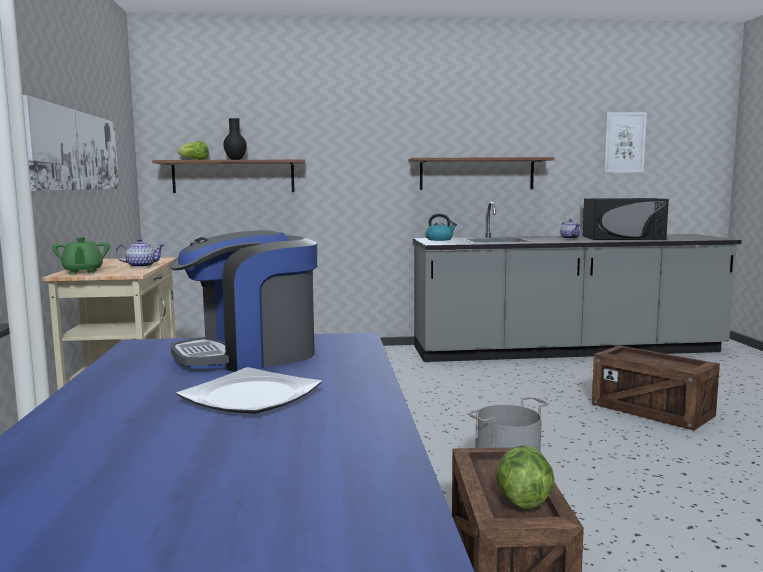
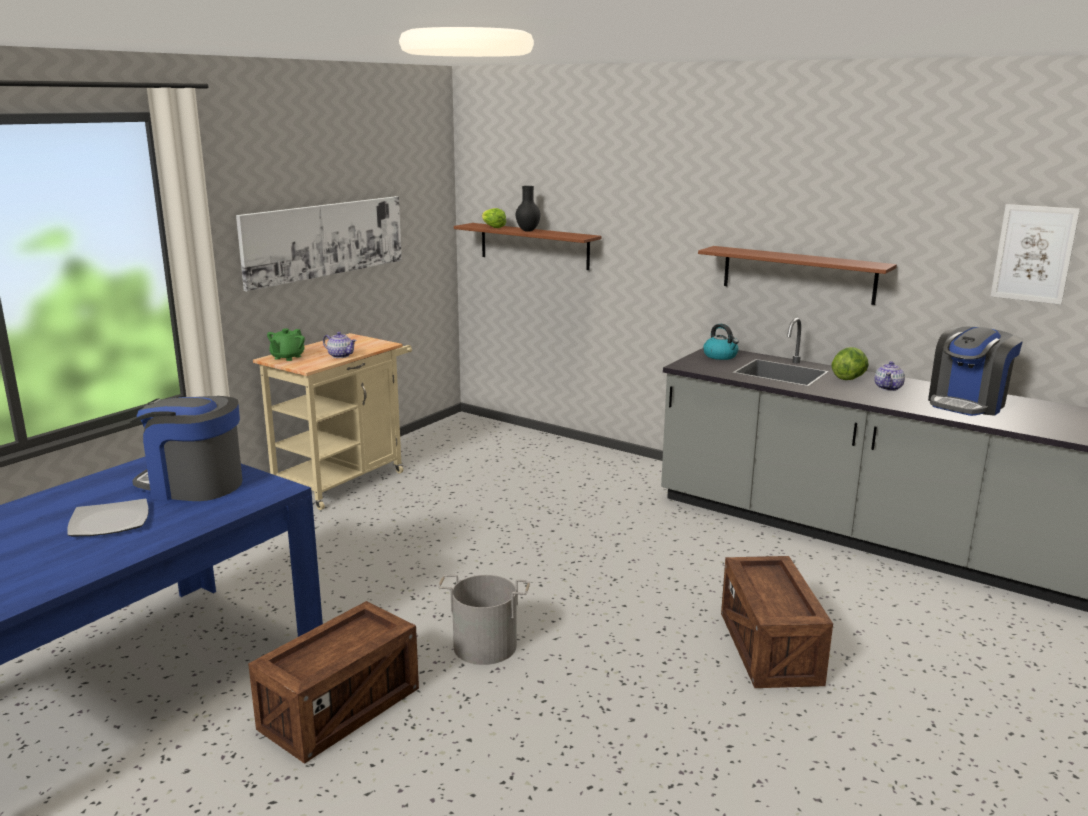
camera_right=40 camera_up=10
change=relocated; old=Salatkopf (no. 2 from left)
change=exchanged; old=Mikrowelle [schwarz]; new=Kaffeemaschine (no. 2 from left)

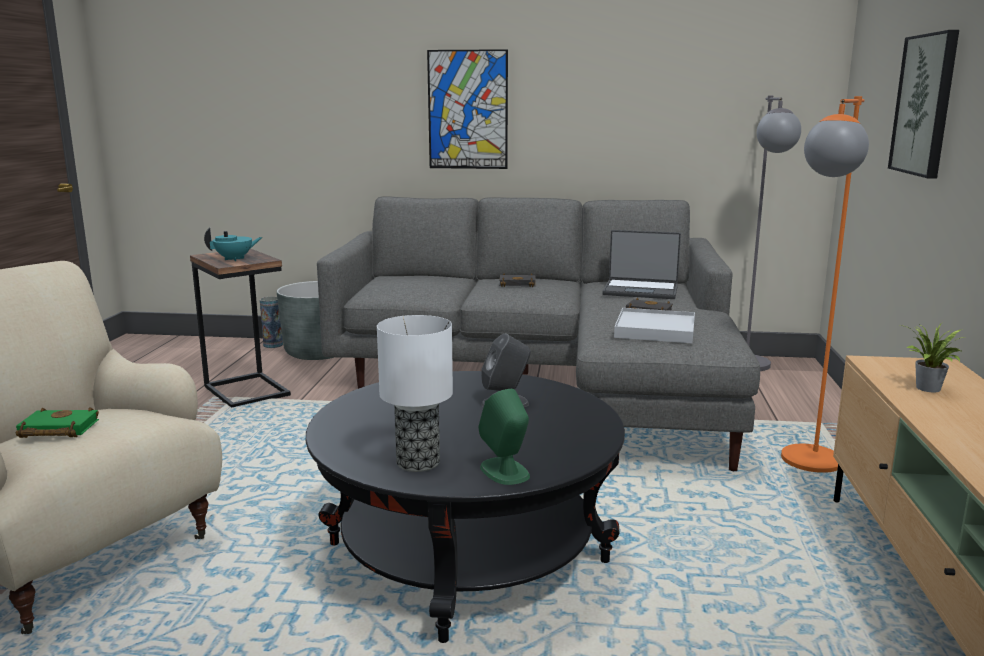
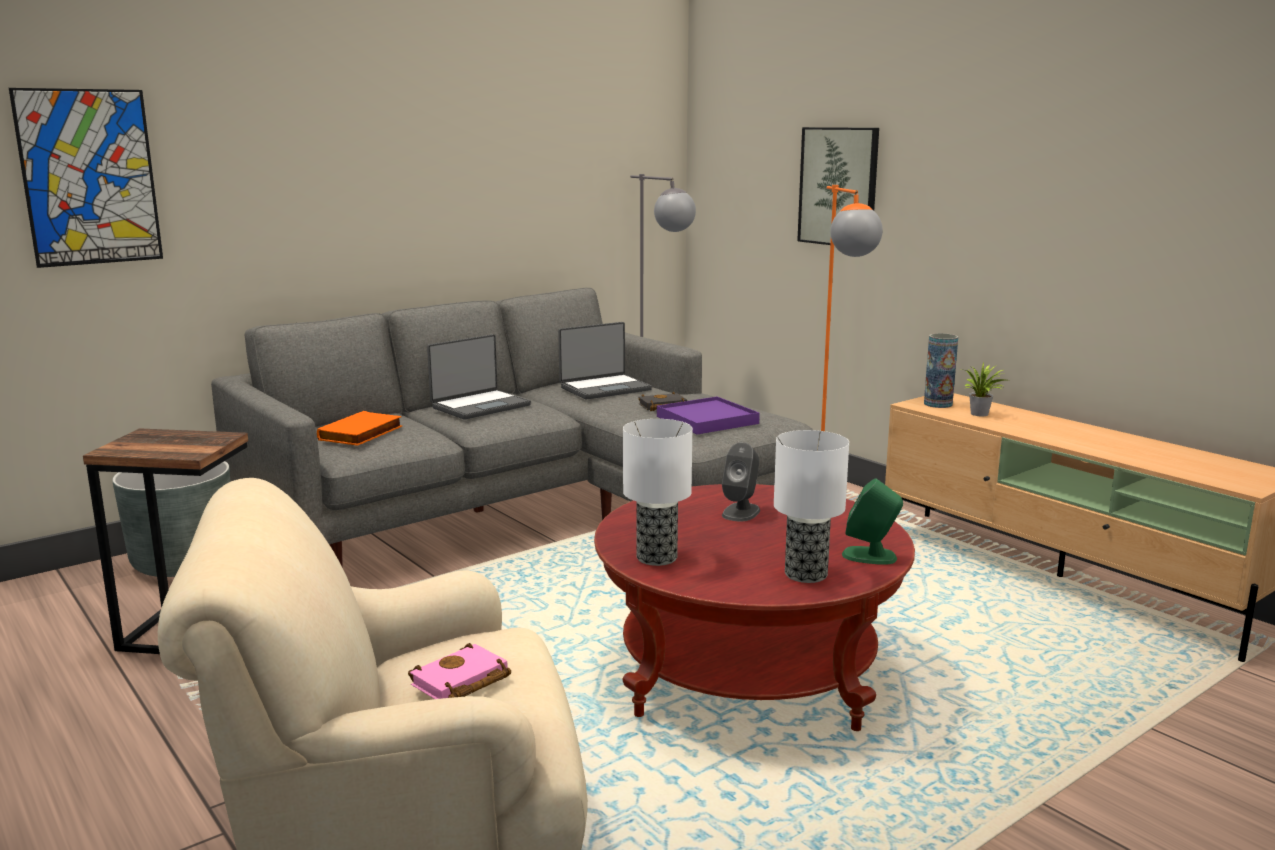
camera_right=-45 camera_up=0
change=colour; old=Buch [grün]; new=Buch [rosa]
change=missing; old=Teekanne [türkis]
change=relocated; old=Vase
change=colour; old=Couchtisch [schwarz]; new=Couchtisch [rot]
change=relocated; old=Bild (no. 1 from left)
change=exchanged; old=Buch [schwarz] (no. 1 from left); new=Laptop (no. 1 from left)
change=colour; old=Tablett [weiß]; new=Tablett [lila]
change=appeared; new=Buch [orange]
change=appeared; new=Tischlampe (no. 1 from left)

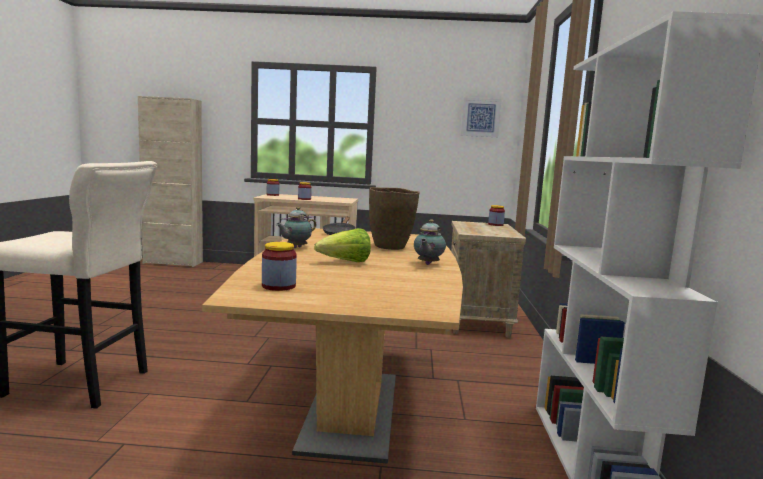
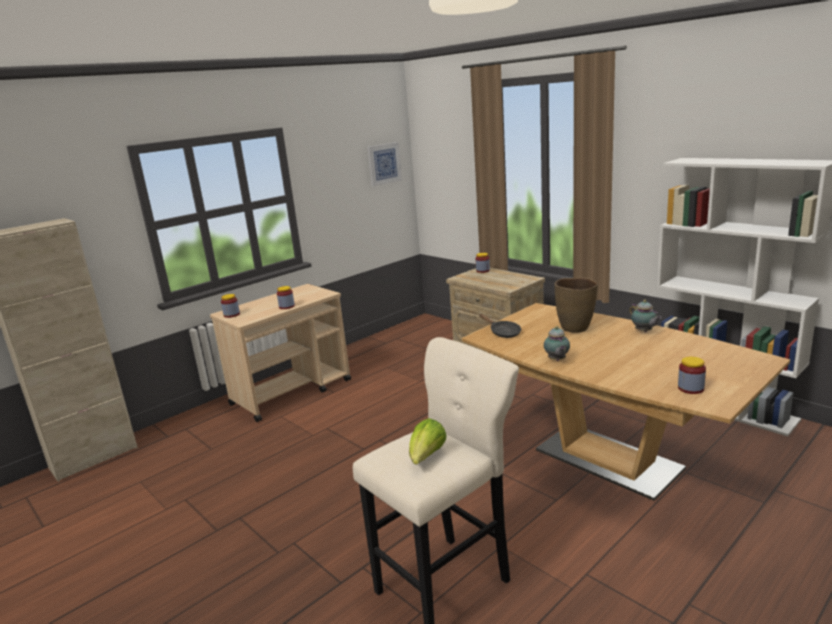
camera_right=-45 camera_up=10
change=relocated; old=Salatkopf

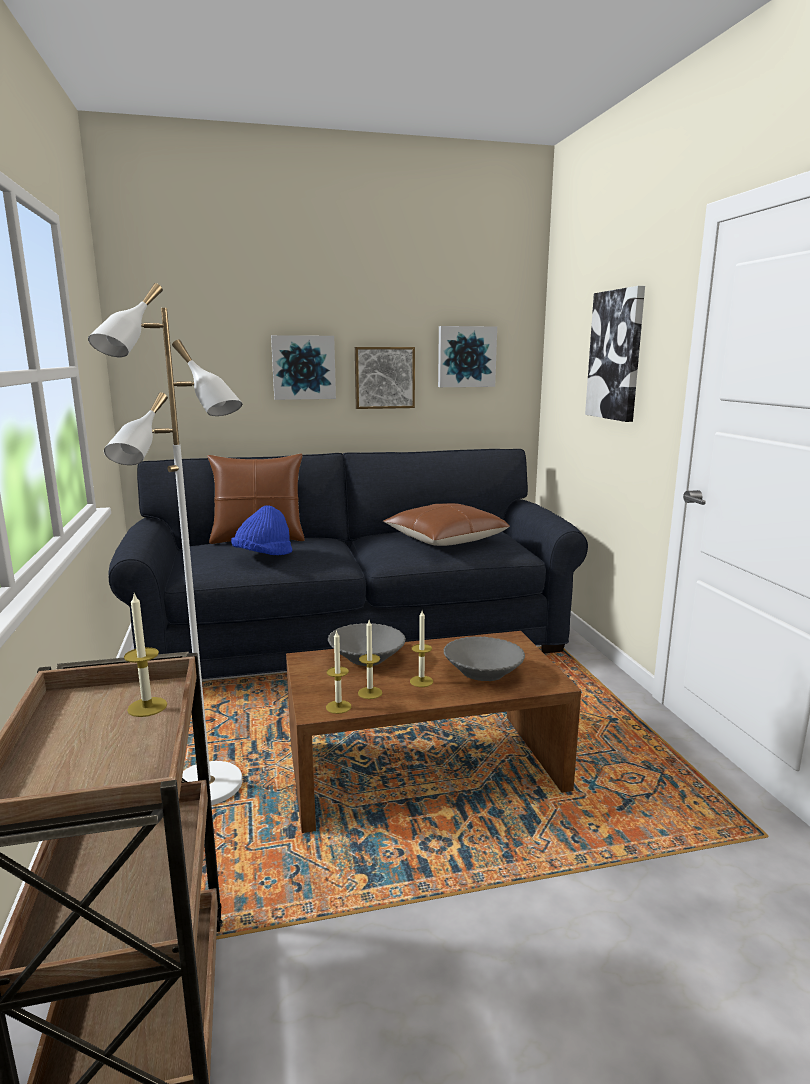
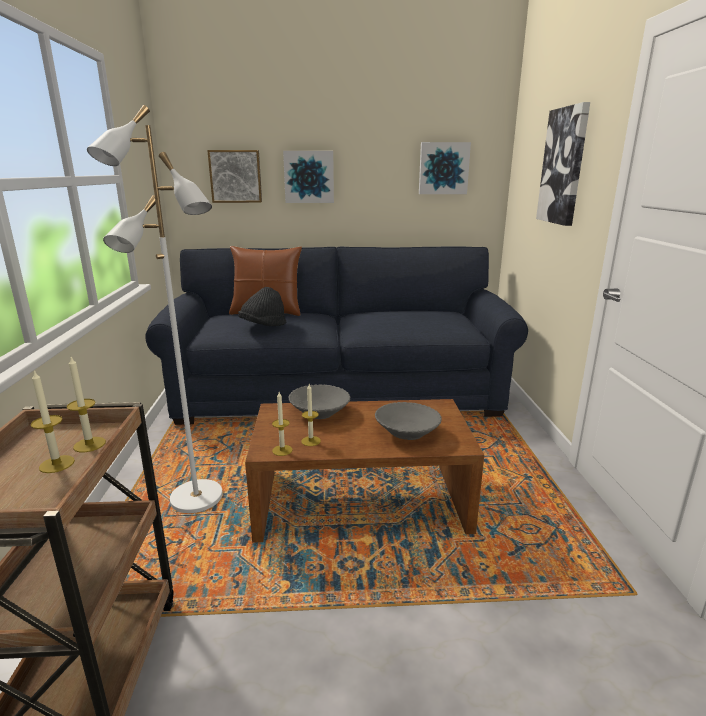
camera_right=10 camera_up=5
change=colour; old=Hut [blau]; new=Hut [schwarz]
change=relocated; old=Bild (no. 2 from left in the first image); new=Bild (no. 1 from left)
change=missing; old=Kissen [braun] (no. 2 from left)
change=relocated; old=Kerze (no. 4 from left in the first image); new=Kerze (no. 1 from left)

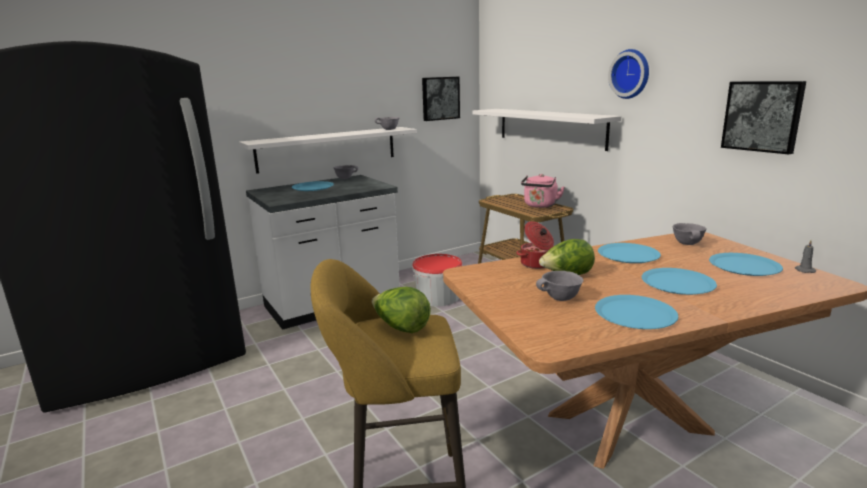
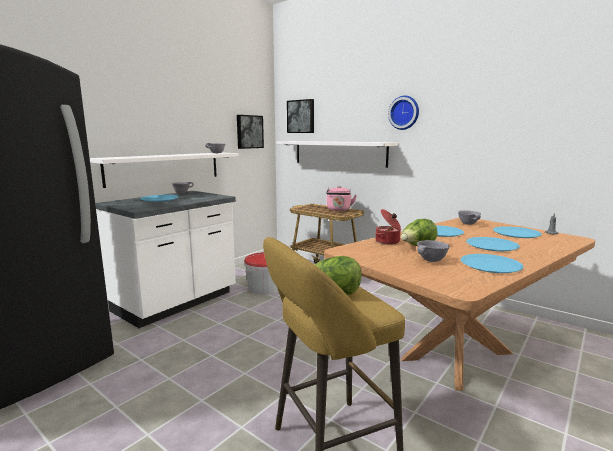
camera_right=-20 camera_up=-5
change=relocated; old=Bild (no. 2 from left)

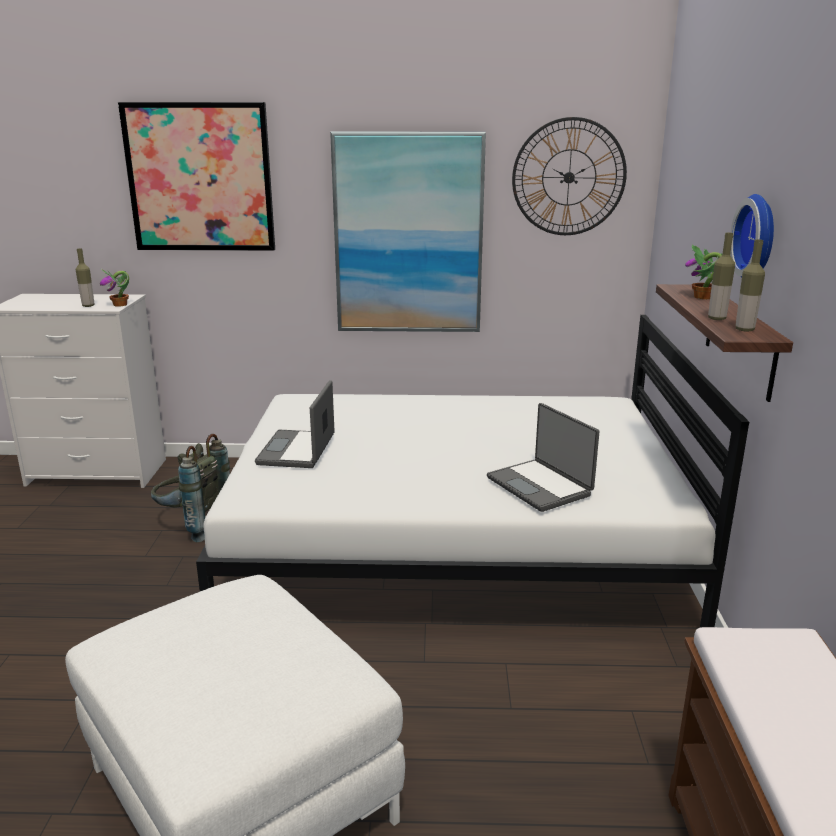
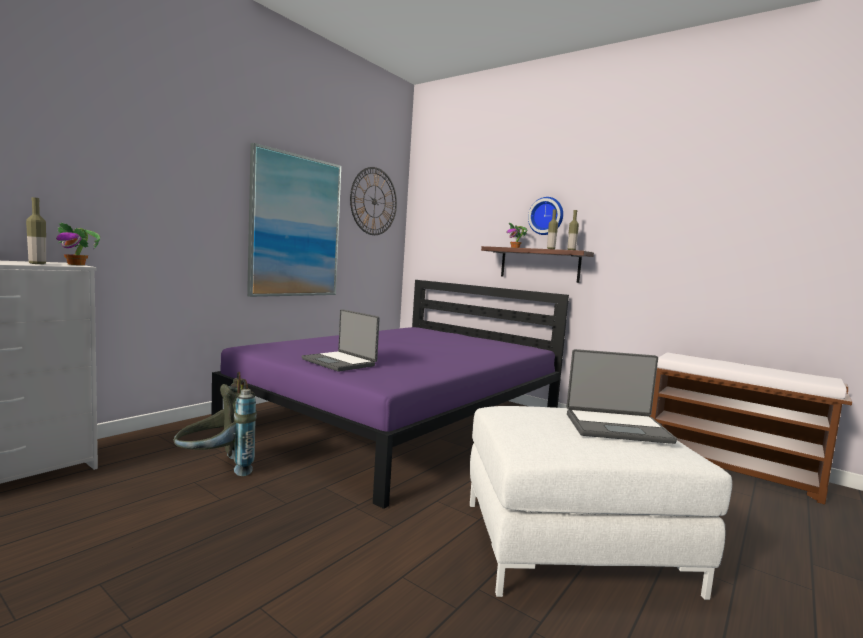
camera_right=-55 camera_up=-15
change=missing; old=Bild (no. 1 from left)
change=colour; old=Bett [weiß]; new=Bett [lila]
change=relocated; old=Laptop (no. 2 from left)

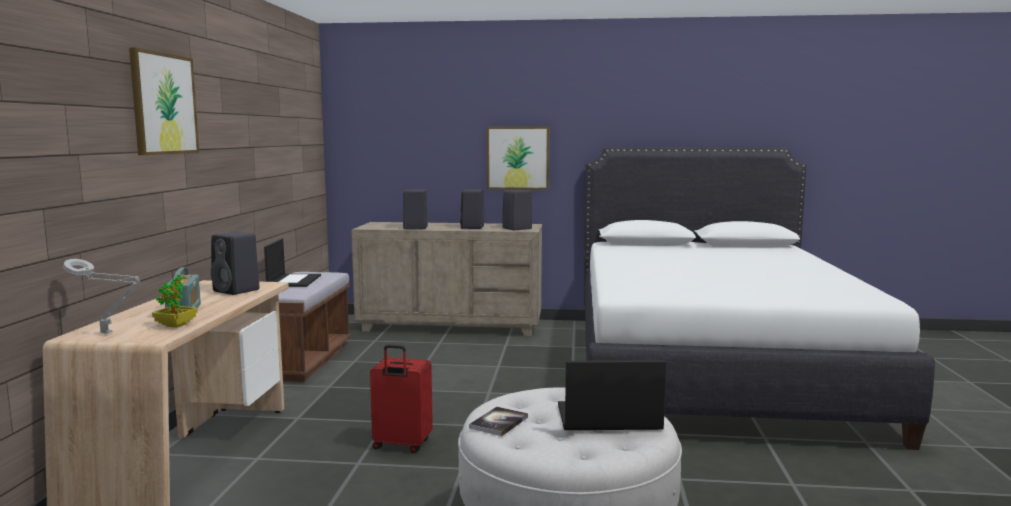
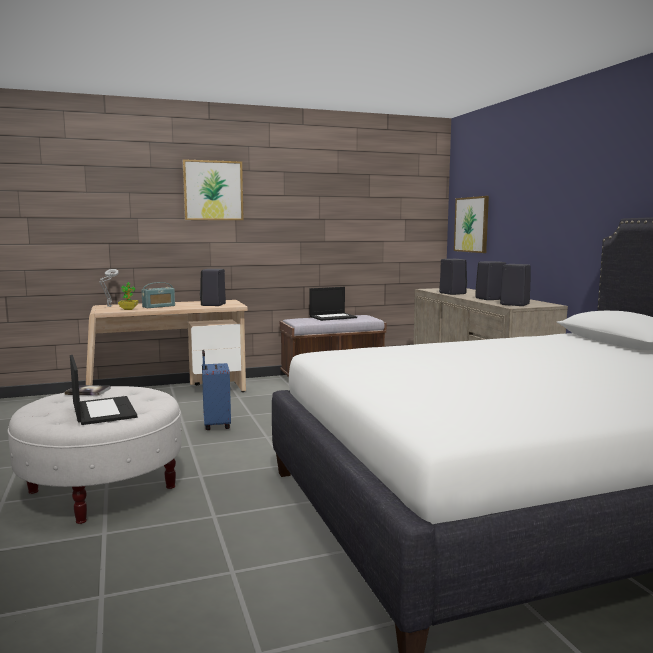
camera_right=65 camera_up=0
change=colour; old=Koffer [rot]; new=Koffer [blau]
change=relocated; old=Bild (no. 2 from left)

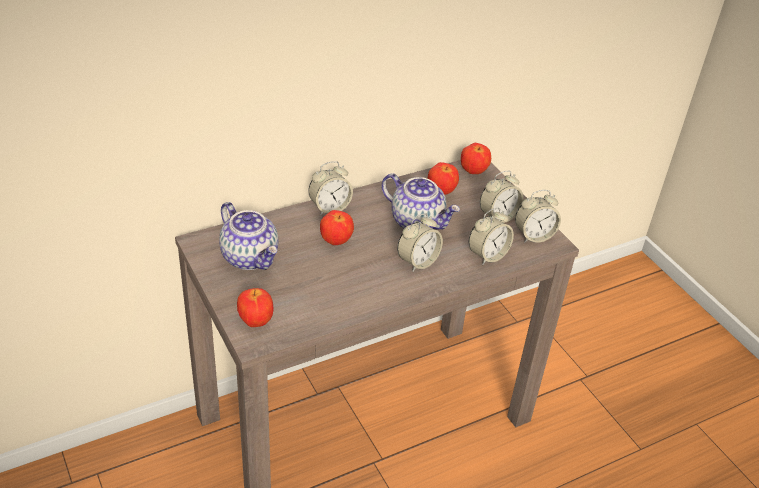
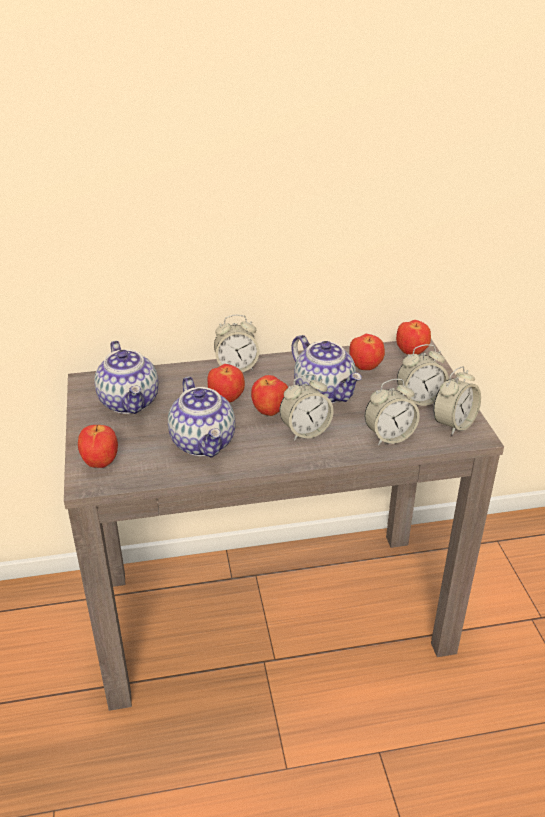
camera_right=20 camera_up=-5
change=spun; old=Wecker (no. 5 from left); degrees=-45
change=appeared; new=Teekanne (no. 2 from left)
change=appeared; new=Apfel (no. 3 from left)

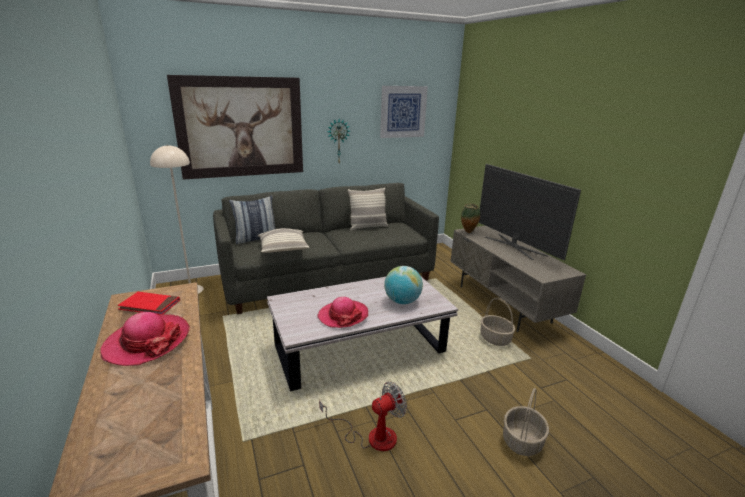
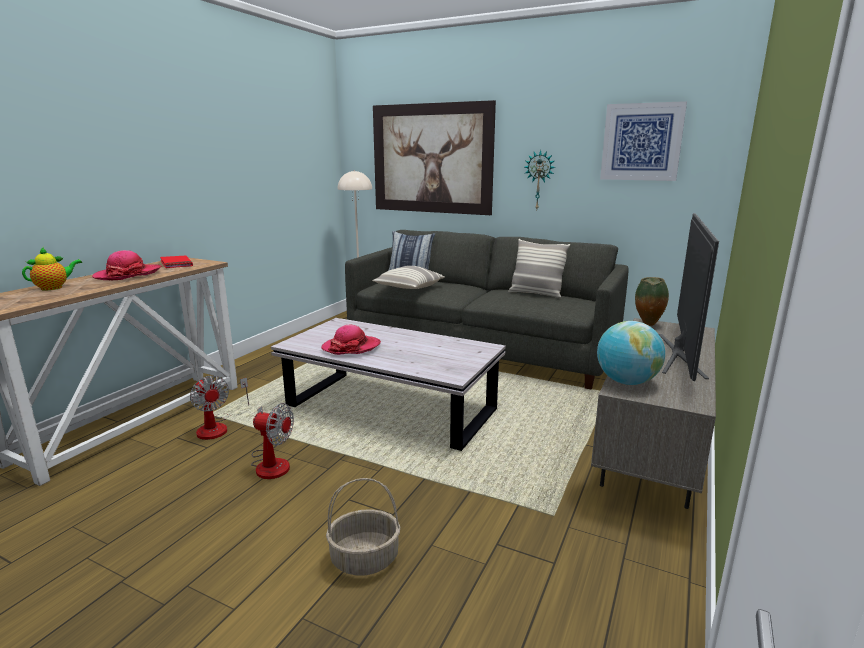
camera_right=50 camera_up=-5
change=relocated; old=Globus
change=missing; old=Korb (no. 1 from left)
change=appeared; new=Teekanne
change=appeared; new=Ventilator (no. 1 from left)

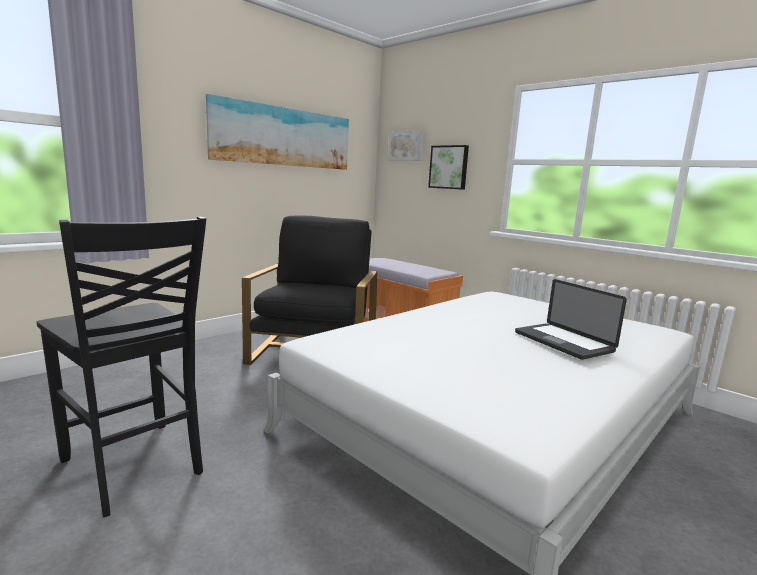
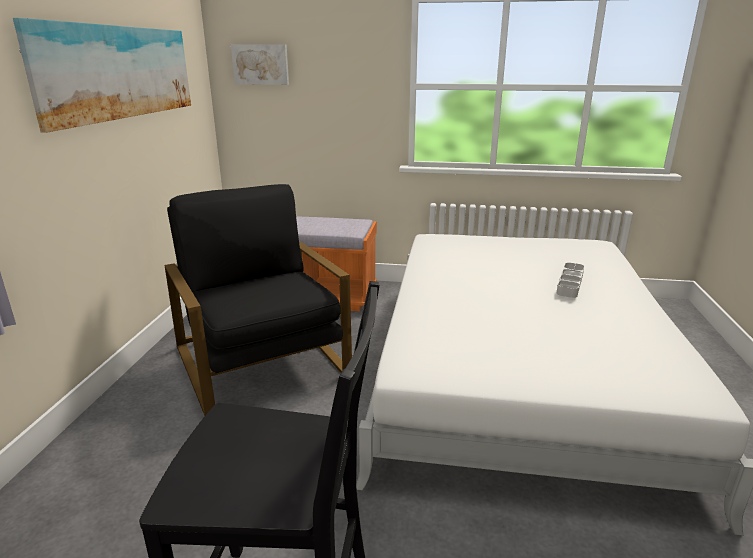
camera_right=-35 camera_up=10
change=missing; old=Bild (no. 3 from left)
change=exchanged; old=Laptop; new=Tablett [grau]

